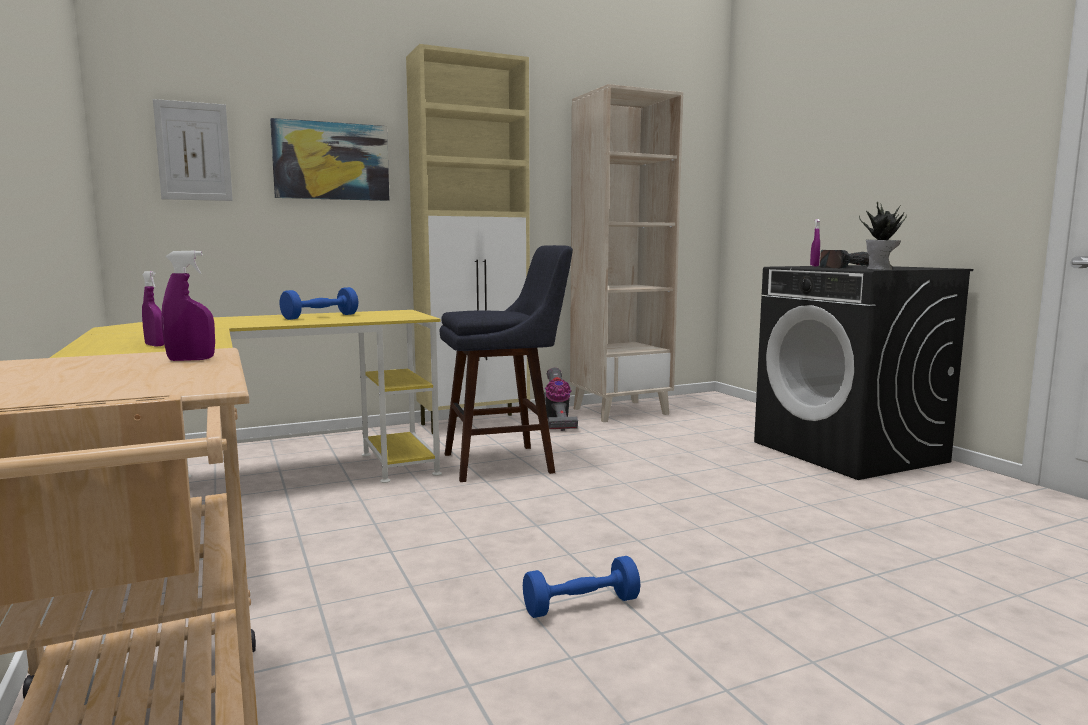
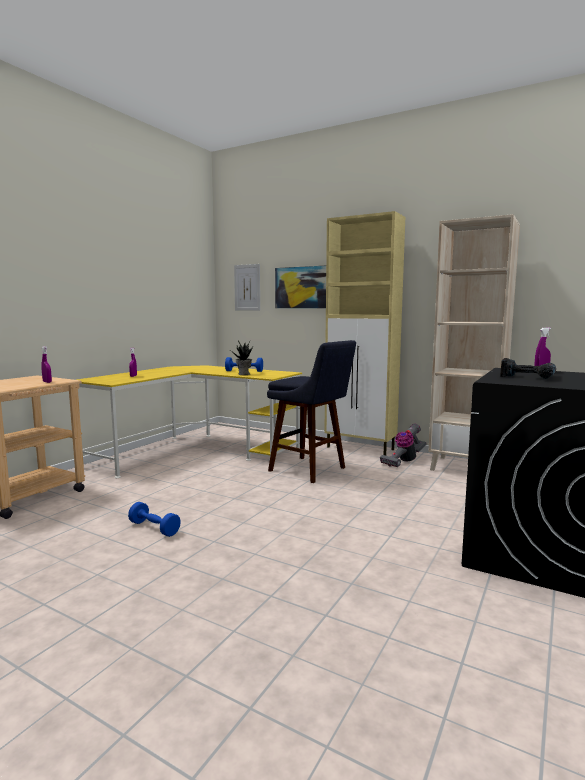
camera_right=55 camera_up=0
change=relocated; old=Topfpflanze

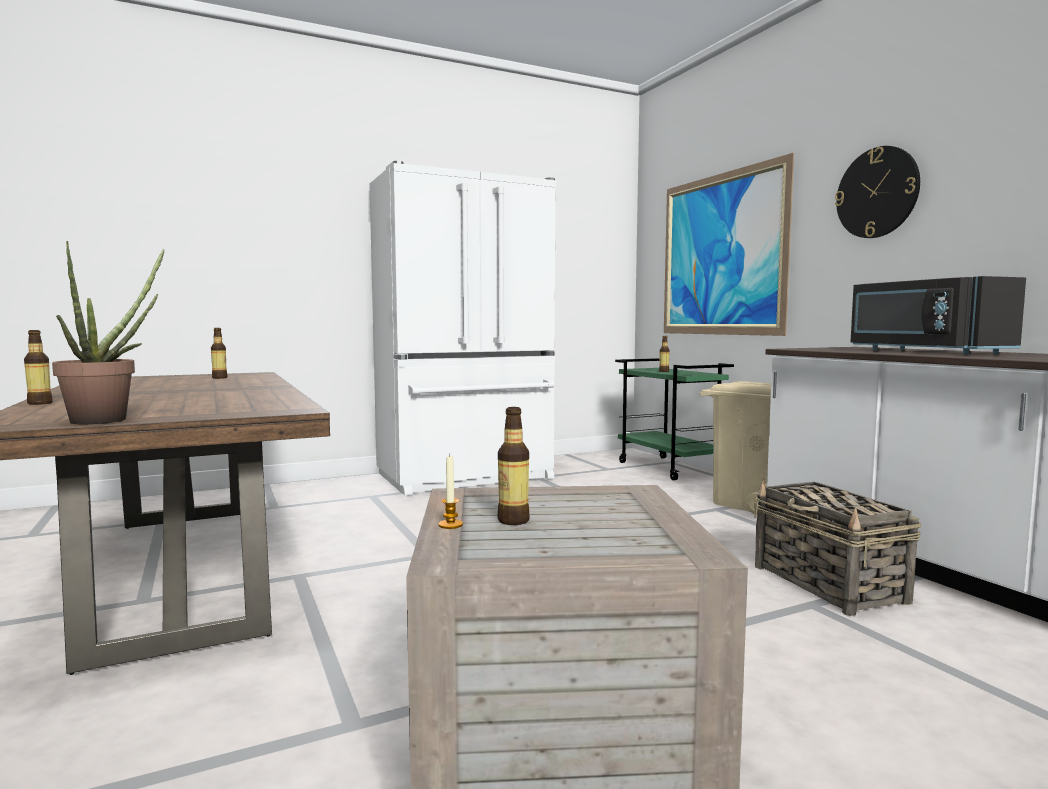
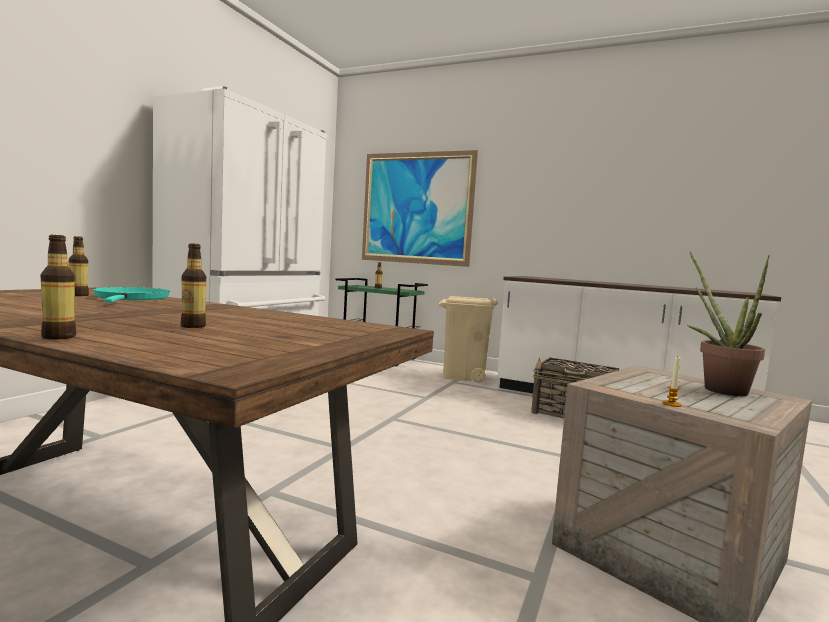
camera_right=-40 camera_up=0
change=relocated; old=Topfpflanze
change=relocated; old=Flasche (no. 3 from left)
change=missing; old=Wanduhr
change=missing; old=Mikrowelle [schwarz]
change=appeared; new=Pfanne [türkis]

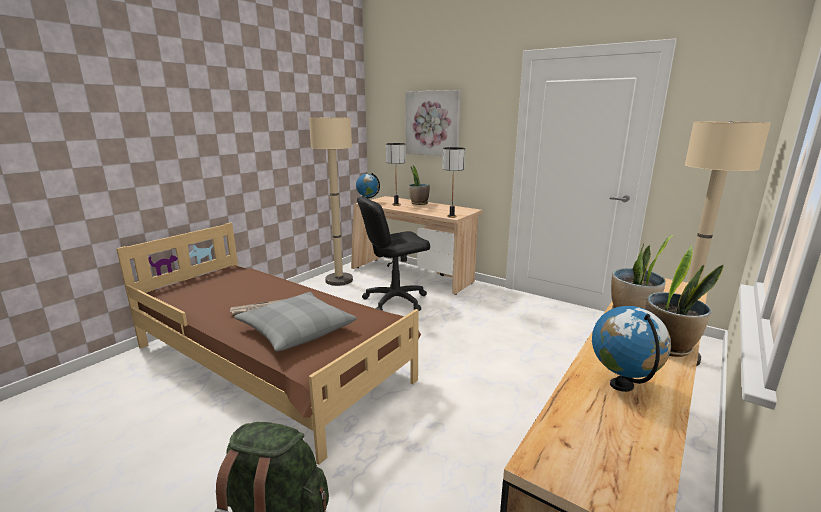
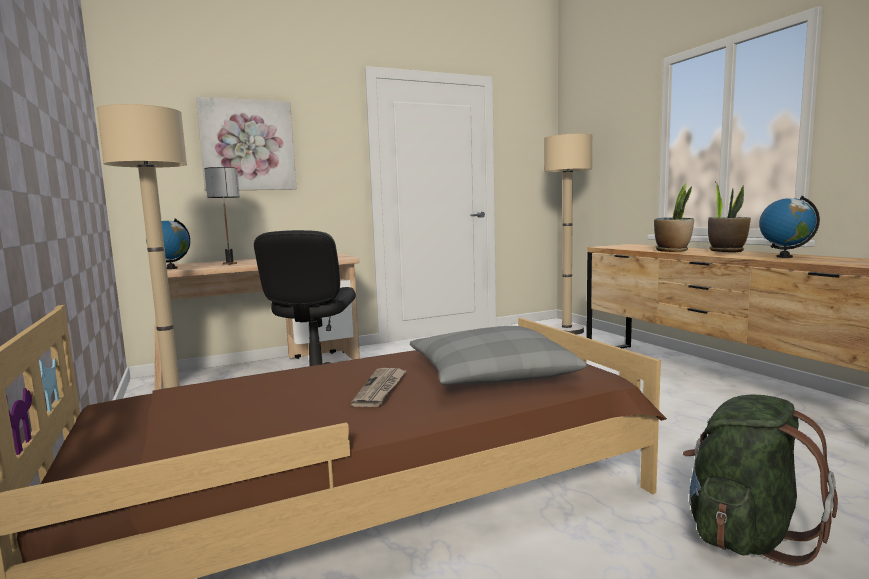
camera_right=-60 camera_up=-10
change=missing; old=Topfpflanze (no. 1 from left)
change=missing; old=Tischlampe (no. 2 from left)

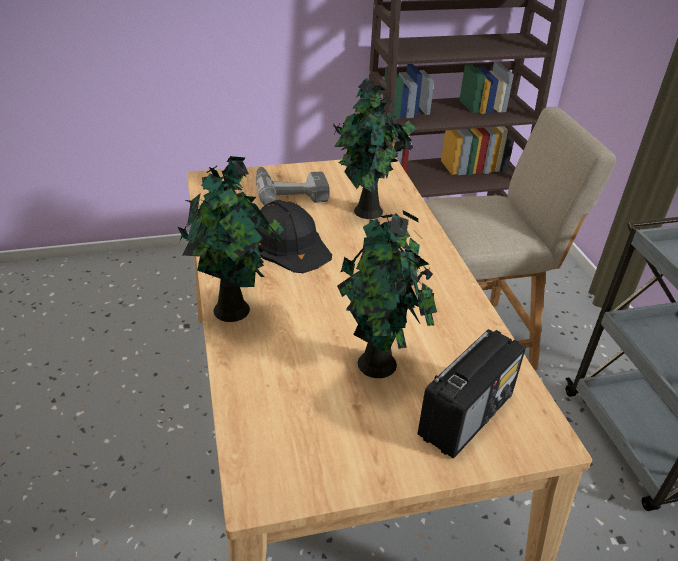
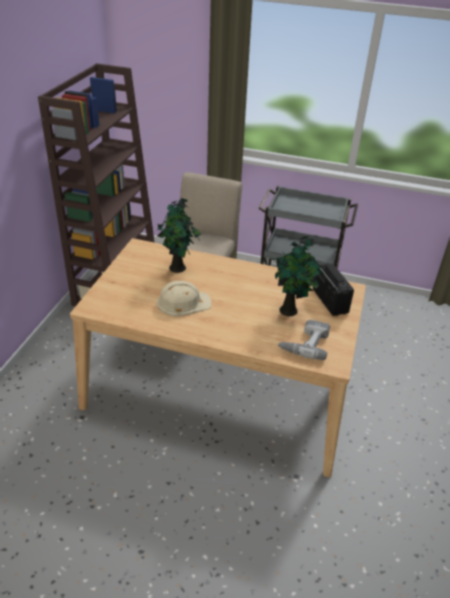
camera_right=-60 camera_up=0
change=missing; old=Topfpflanze (no. 1 from left)
change=relocated; old=Bohrmaschine
change=colour; old=Schutzhelm [schwarz]; new=Schutzhelm [beige]

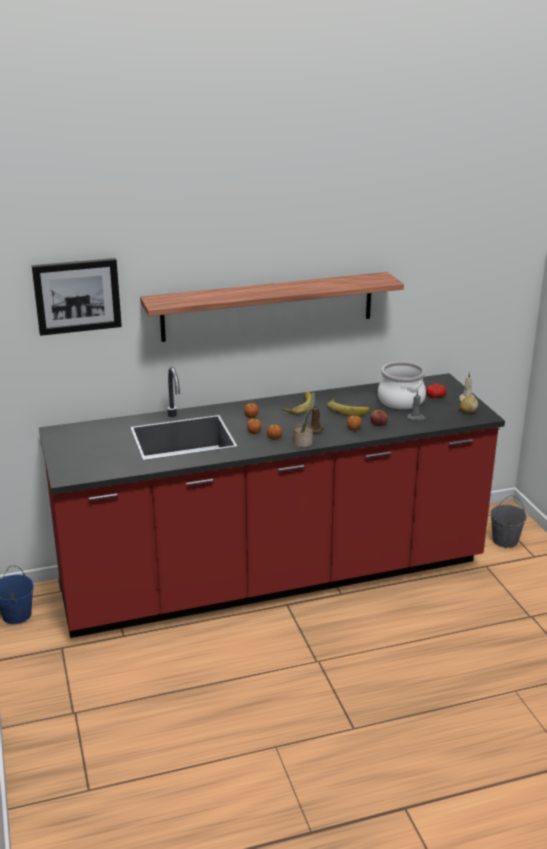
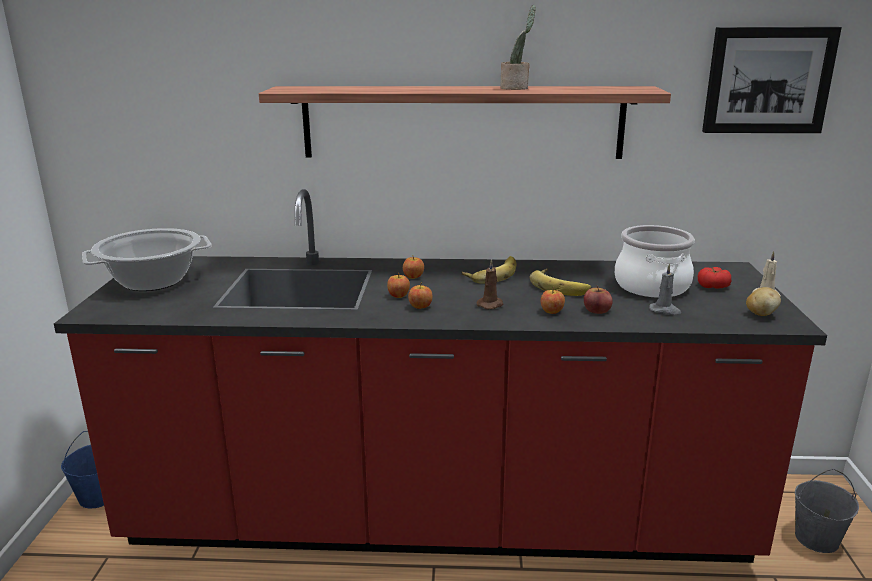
camera_right=20 camera_up=-5
change=relocated; old=Bild
change=relocated; old=Topfpflanze
change=appeared; new=Kochtopf (no. 1 from left)

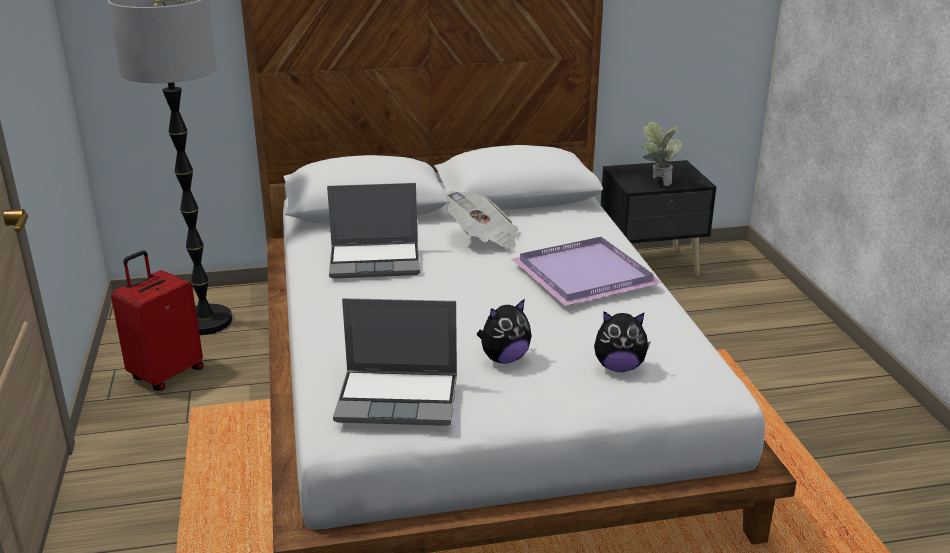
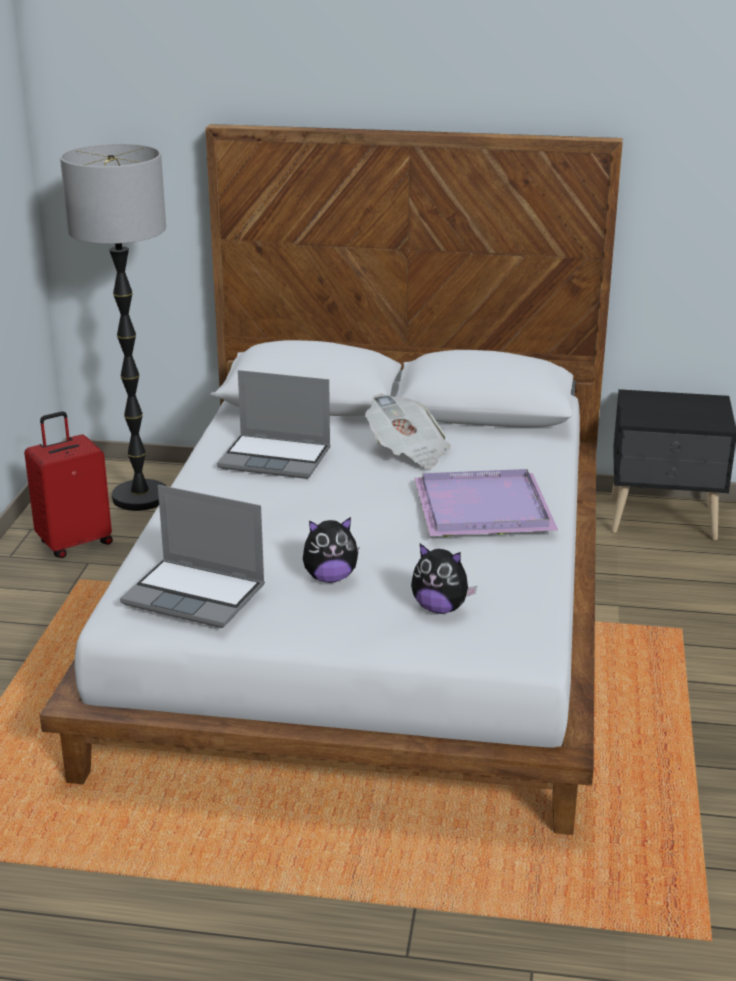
camera_right=20 camera_up=0
change=missing; old=Topfpflanze

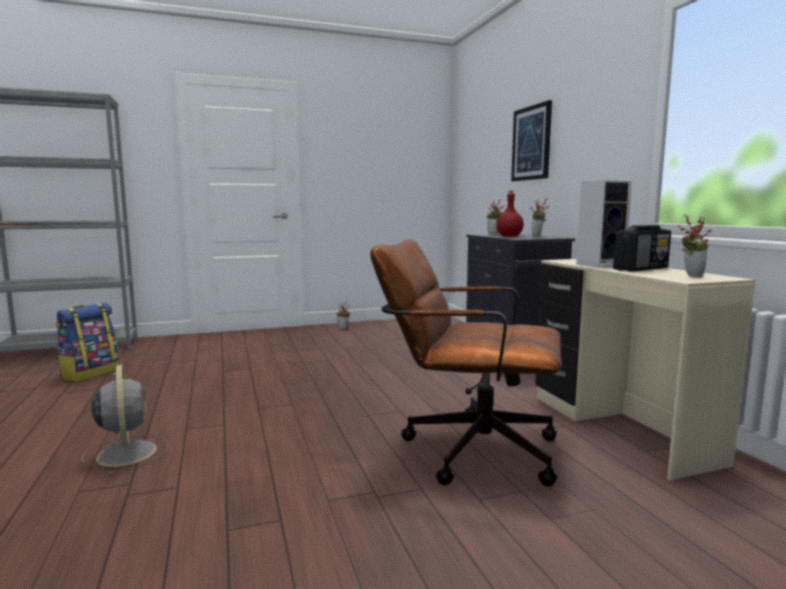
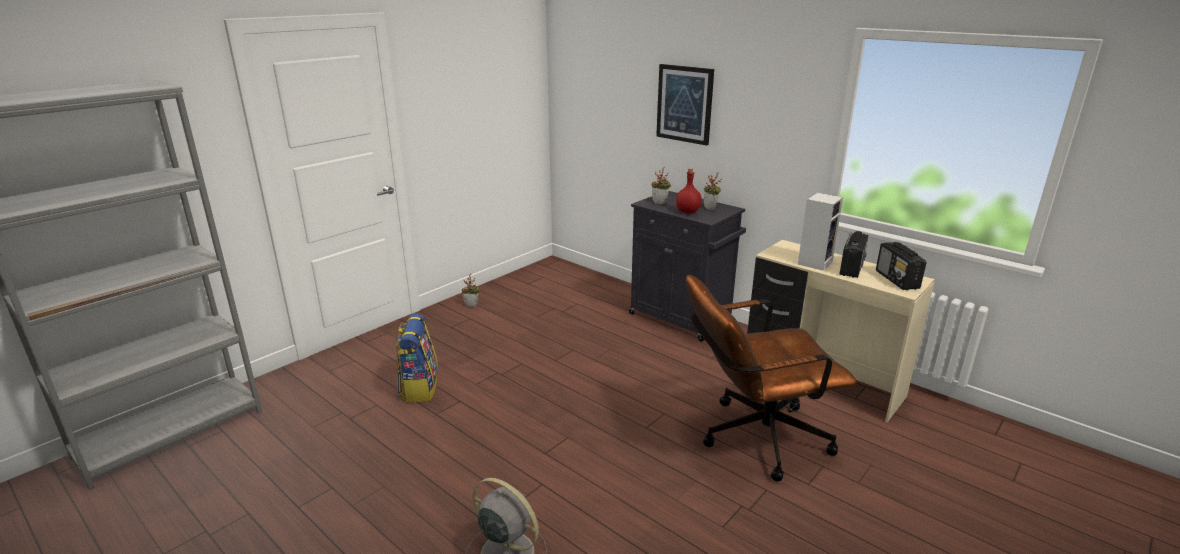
camera_right=-30 camera_up=15
change=relocated; old=Rucksack
change=exchanged; old=Topfpflanze (no. 4 from left); new=Radio (no. 2 from left)

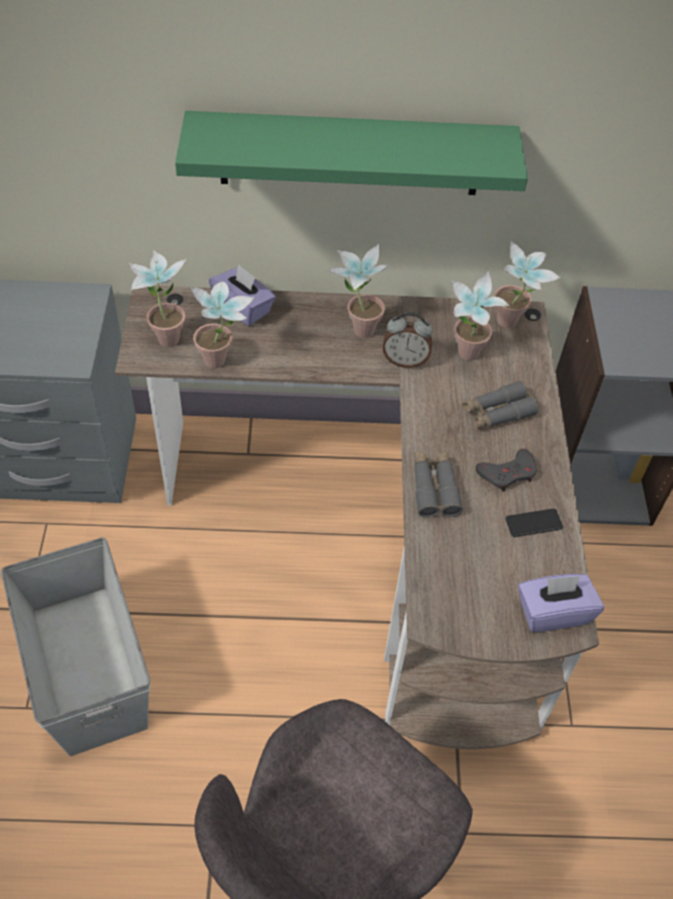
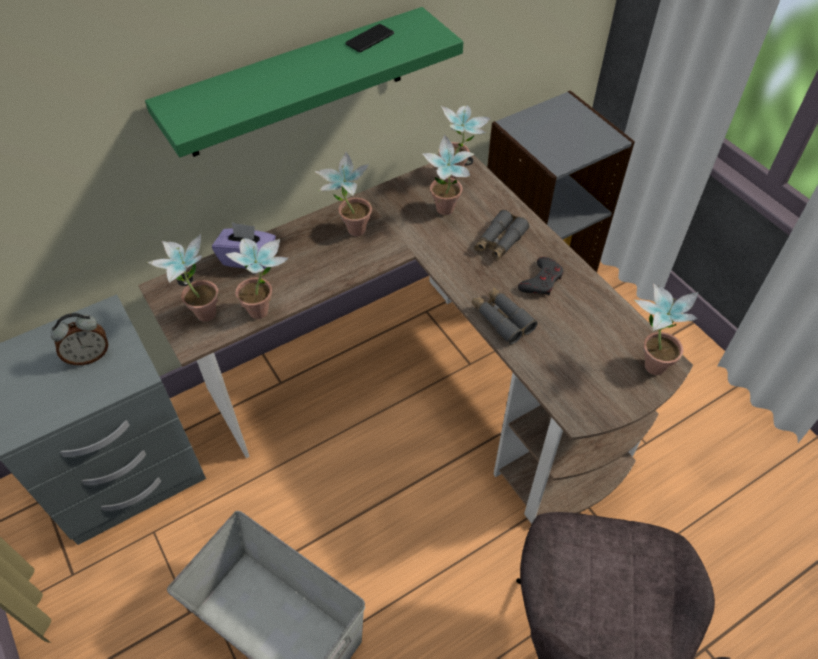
camera_right=-30 camera_up=0
change=relocated; old=Wecker
change=relocated; old=Handy
change=exchanged; old=Taschentuchbox [lila] (no. 2 from left); new=Topfpflanze (no. 6 from left)

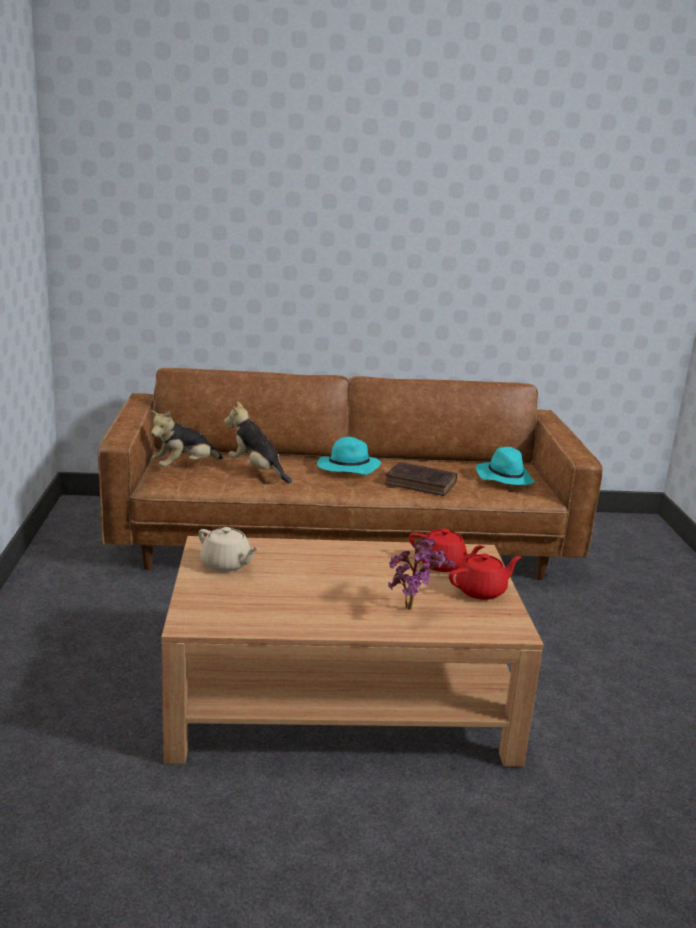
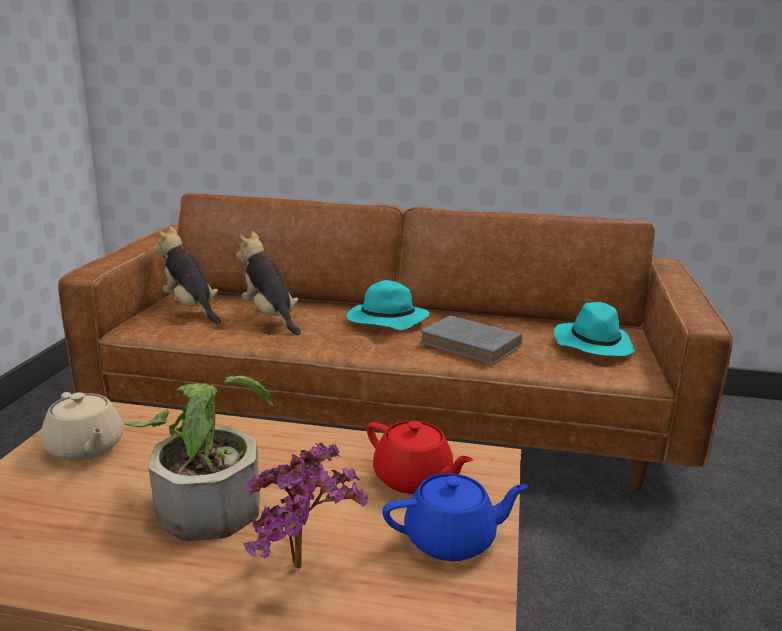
camera_right=15 camera_up=0
change=spun; old=Plüschtier (no. 1 from left); degrees=75
change=colour; old=Buch [braun]; new=Buch [grau]
change=colour; old=Teekanne [rot] (no. 2 from left); new=Teekanne [blau]
change=appeared; new=Topfpflanze (no. 1 from left)

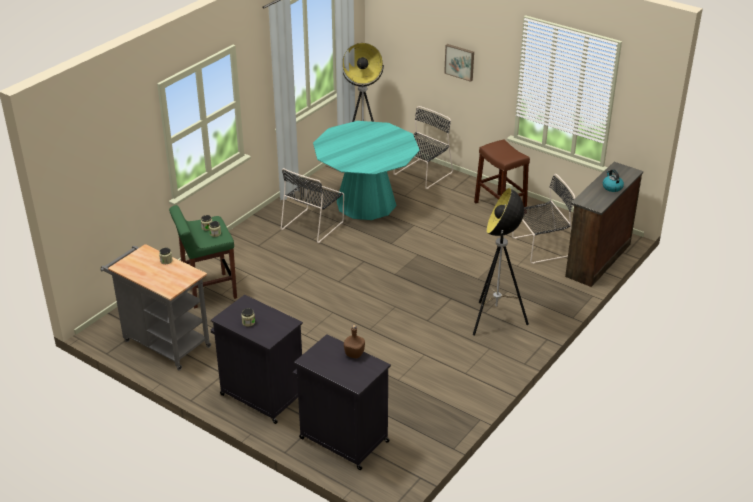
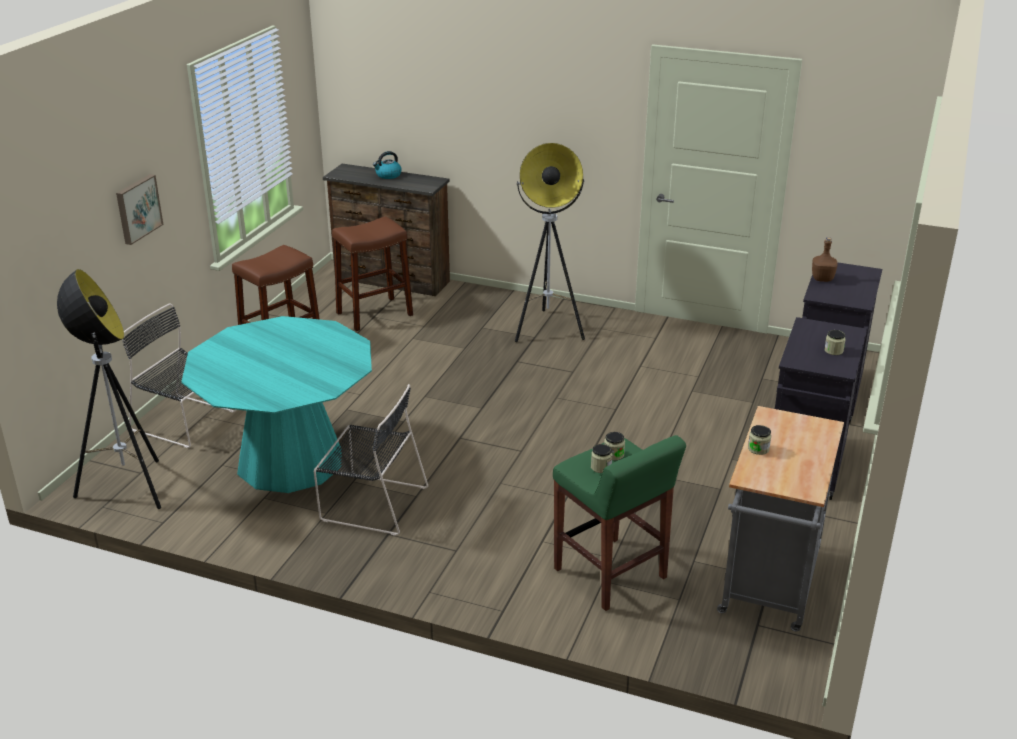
camera_right=-105 camera_up=-5
change=exchanged; old=Stuhl [schwarz] (no. 3 from left); new=Hocker [braun] (no. 2 from left)

